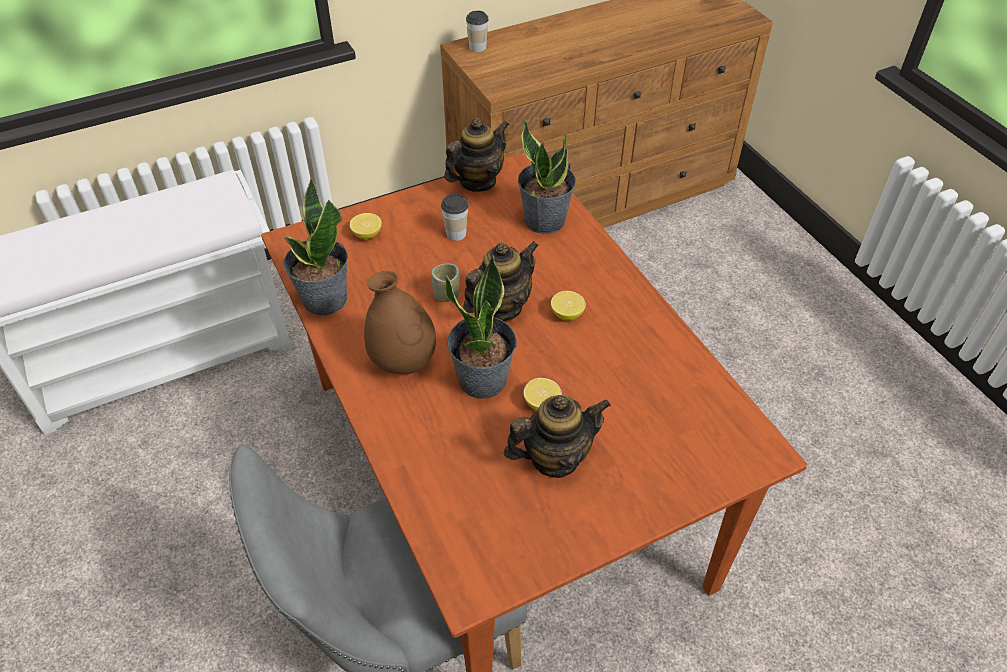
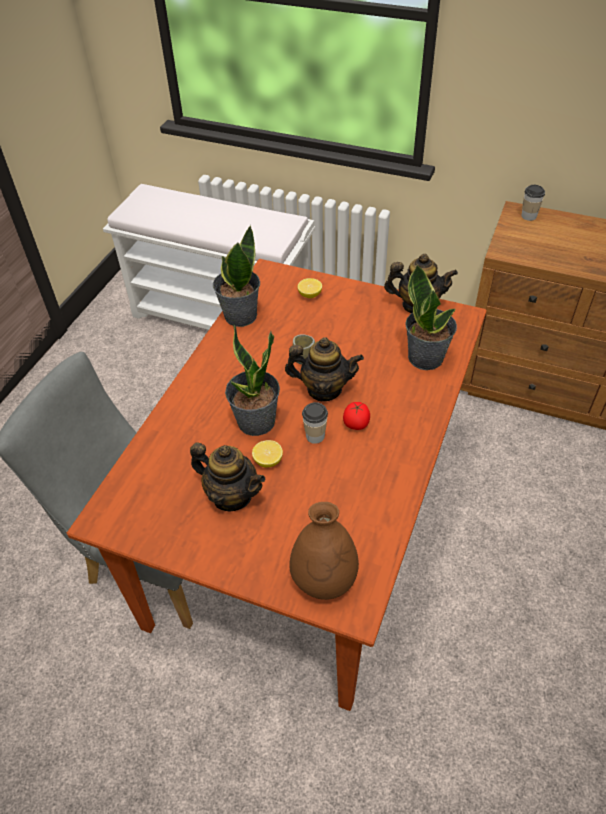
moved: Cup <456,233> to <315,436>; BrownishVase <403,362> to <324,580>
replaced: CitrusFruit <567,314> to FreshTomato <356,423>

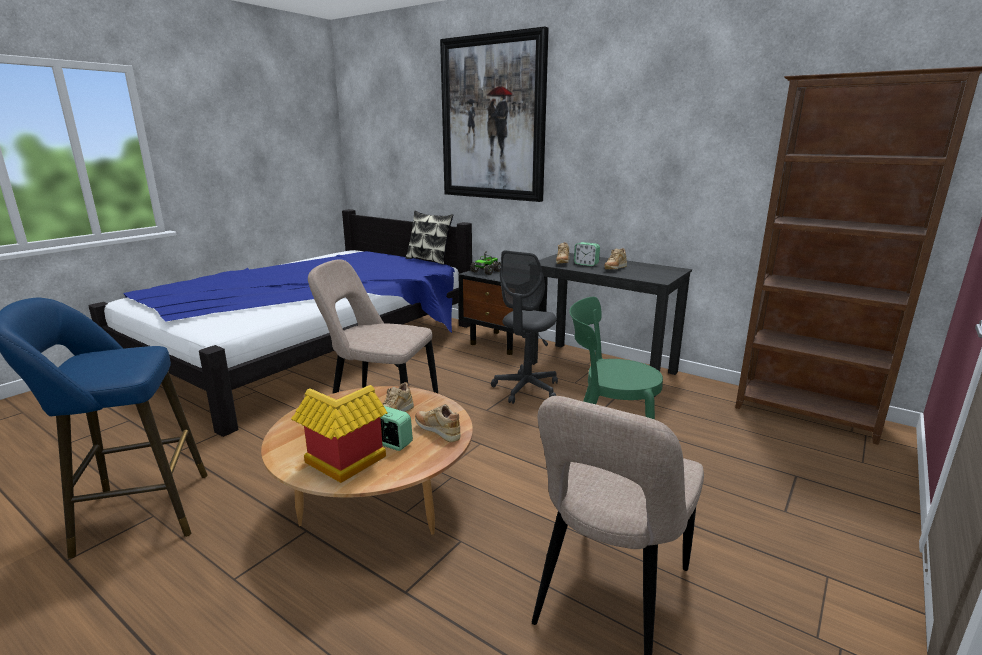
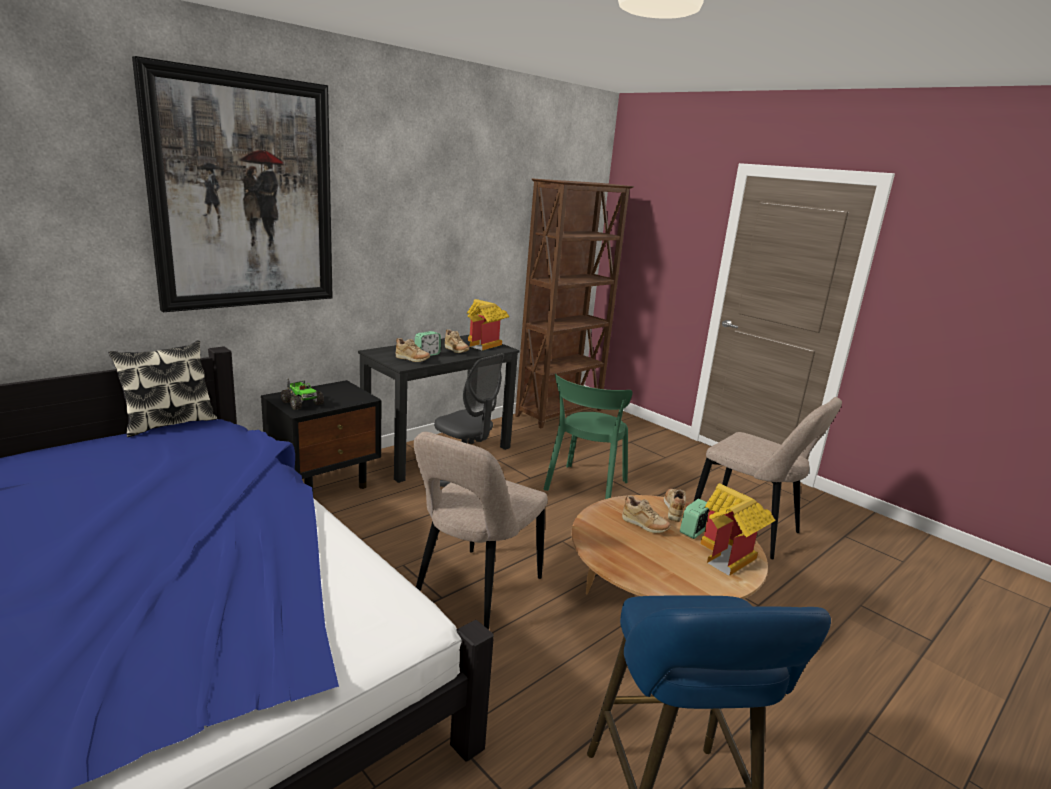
added: MiniatureHouse <485,344>
turned: SandColouredShoe <437,432> = <673,510> 135 degrees clockwise

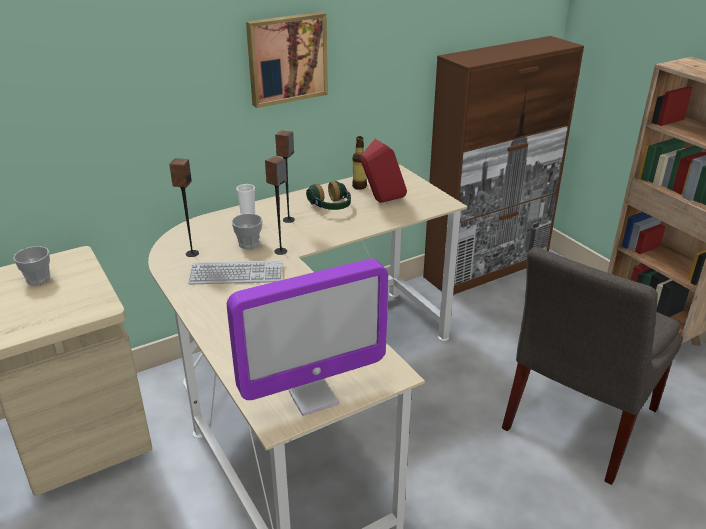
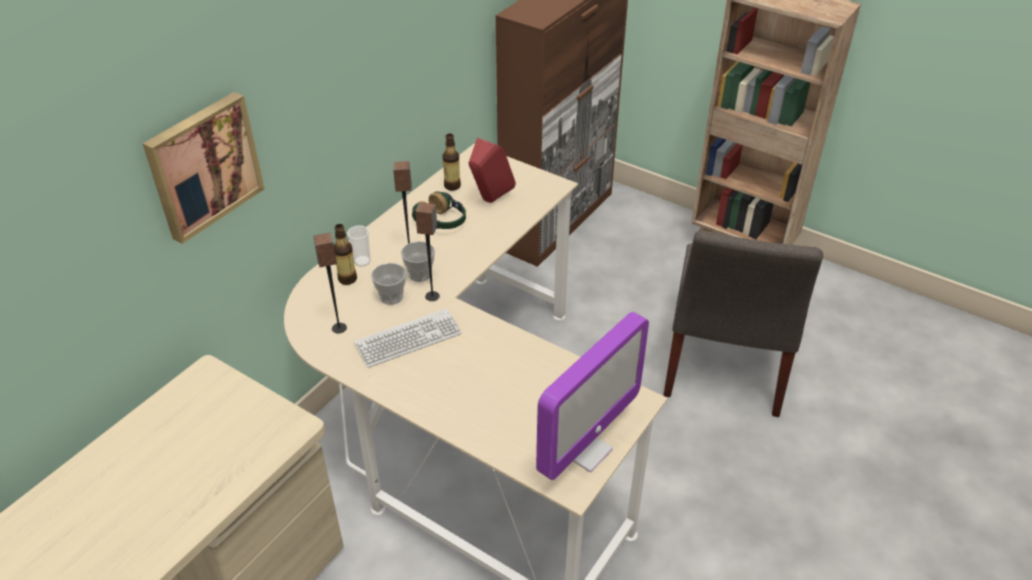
added: Bottle <347,279>
moved: Picture <286,58> to <203,165>; Cup <38,279> to <420,274>

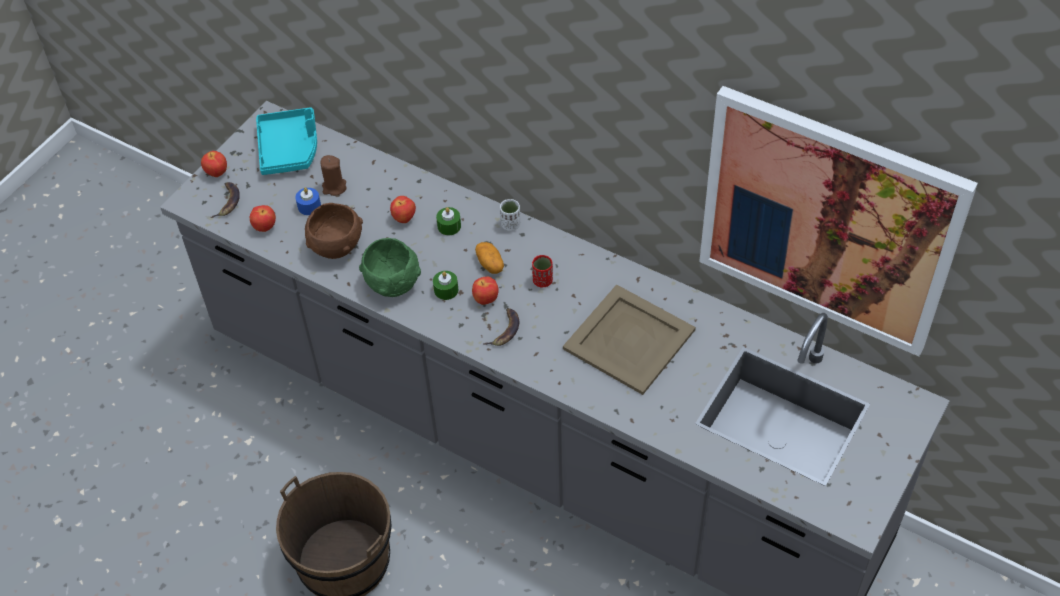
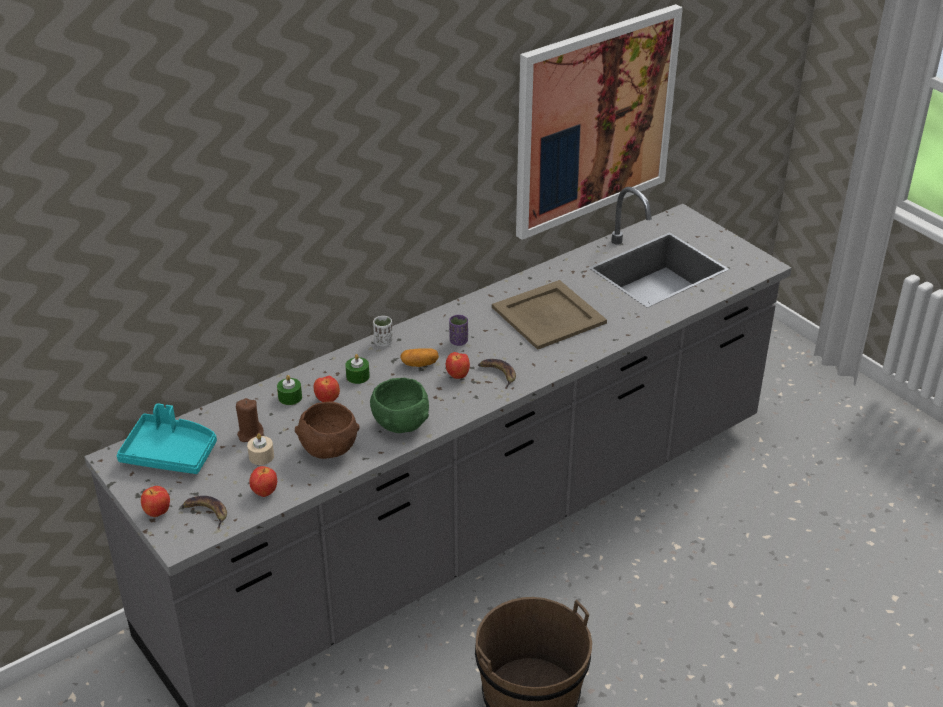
moved: GreenishWaxCandle <446,290> to <290,397>
recoloured: BlueWaxCandle <309,206> to SandColouredWaxCandle <261,456>; RedCup <542,281> to PurpleCup <458,341>

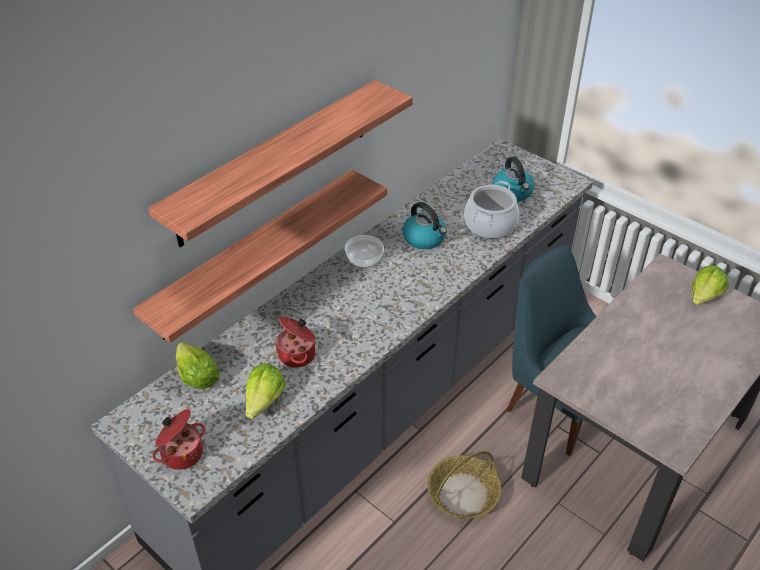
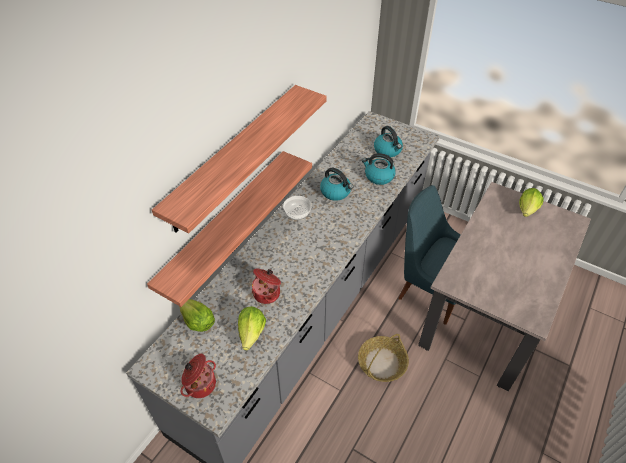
replaced: CookingPot <490,225> to TeaKettle <378,176>

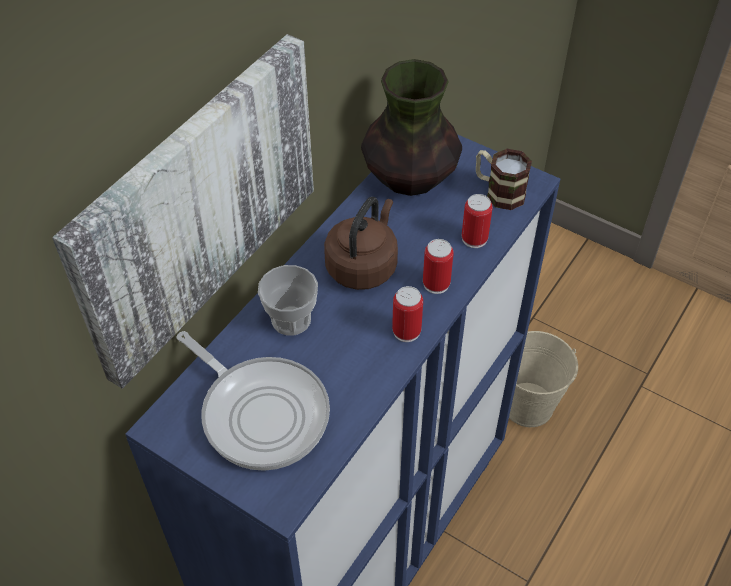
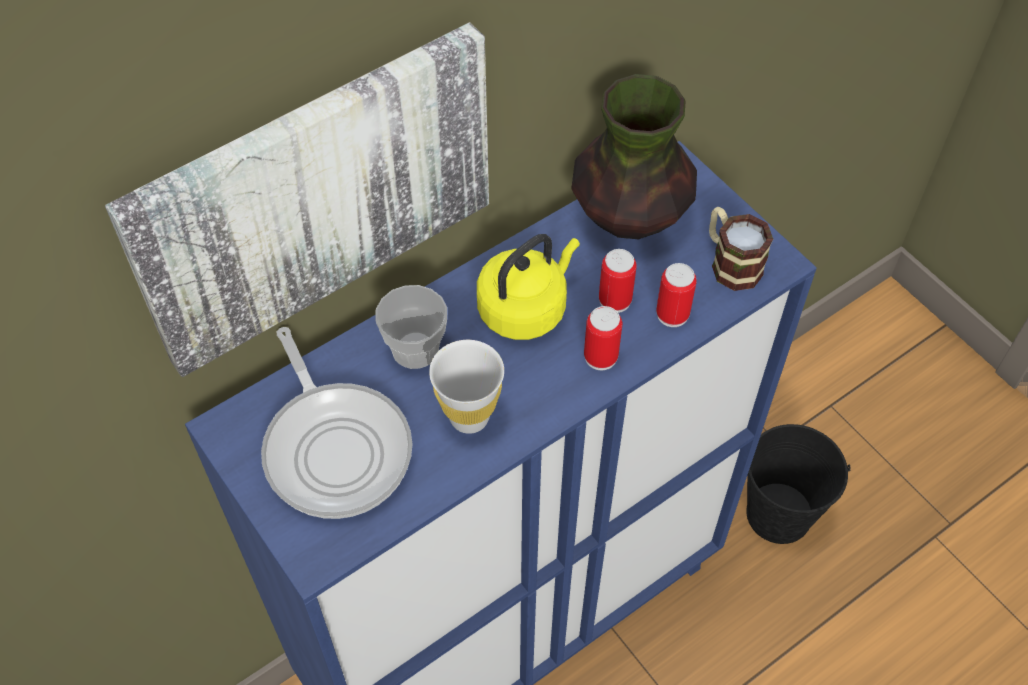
added: WhiteColouredCup <469,417>
moved: Can <406,331> to <615,300>
recoloured: BrownishTeaKettle <363,265> to YellowColouredTeaKettle <525,308>; SandColouredWaterBucket <527,405> to BlackColouredWaterBucket <778,513>

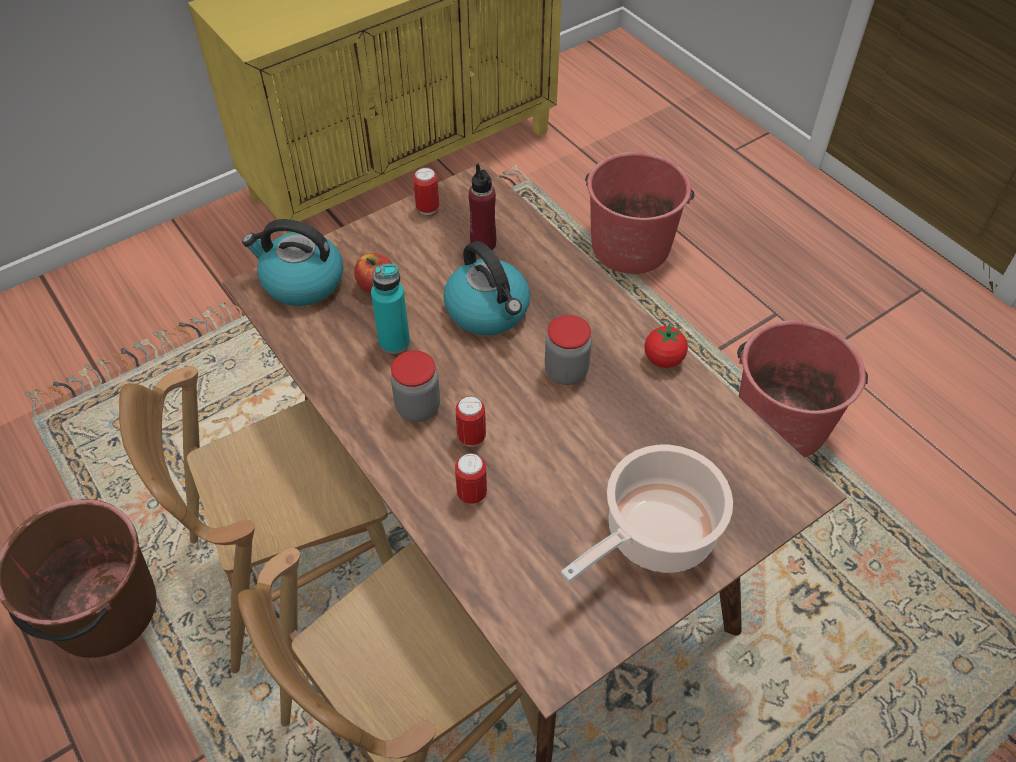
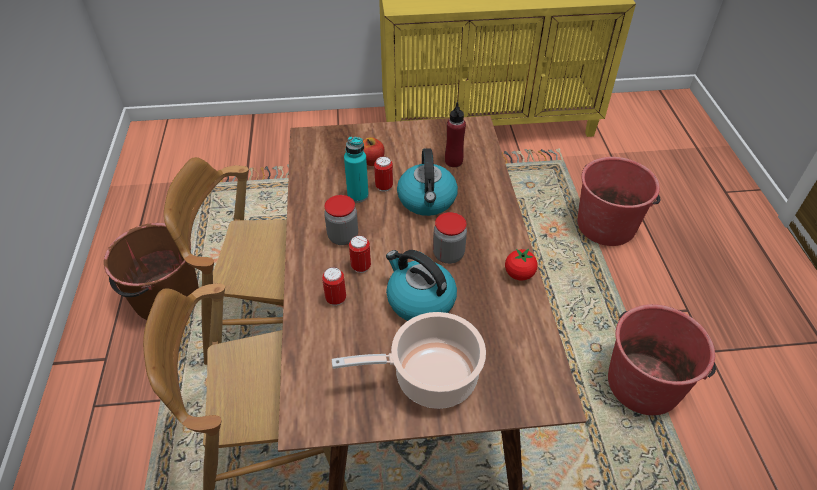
moved: Can <427,208> to <384,187>; TeaKettle <301,282> to <419,300>

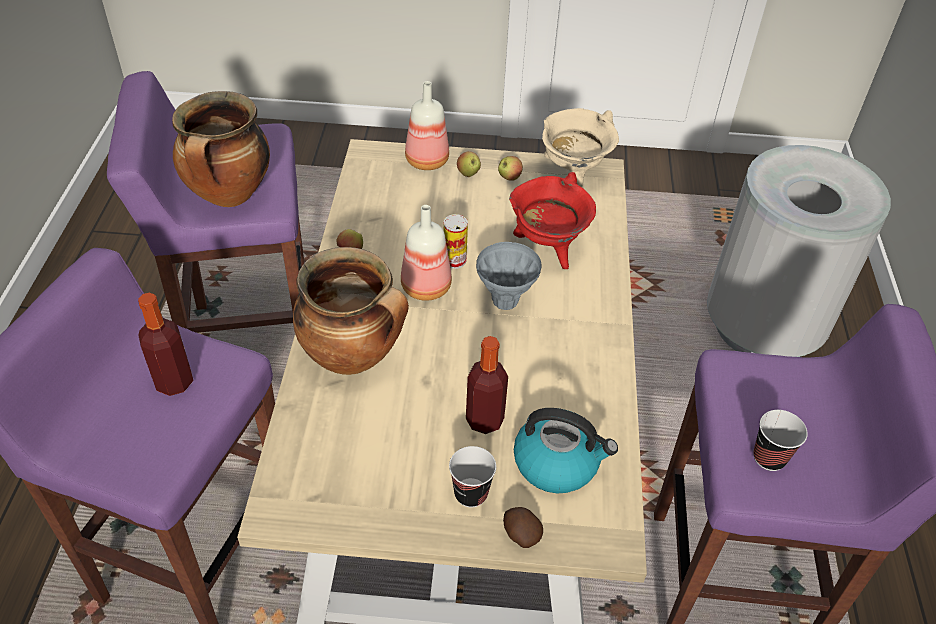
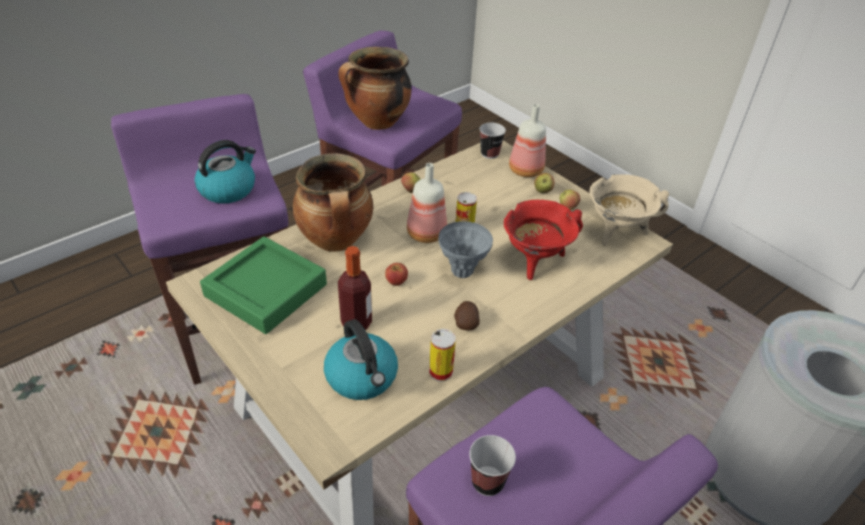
added: GreenishCarryingTray <266,290>; Apple <396,282>; Can <440,372>
moved: Cup <471,494> to <489,154>; Spud <520,534> to <466,323>
replaced: Bottle <174,382> to TeaKettle <228,189>

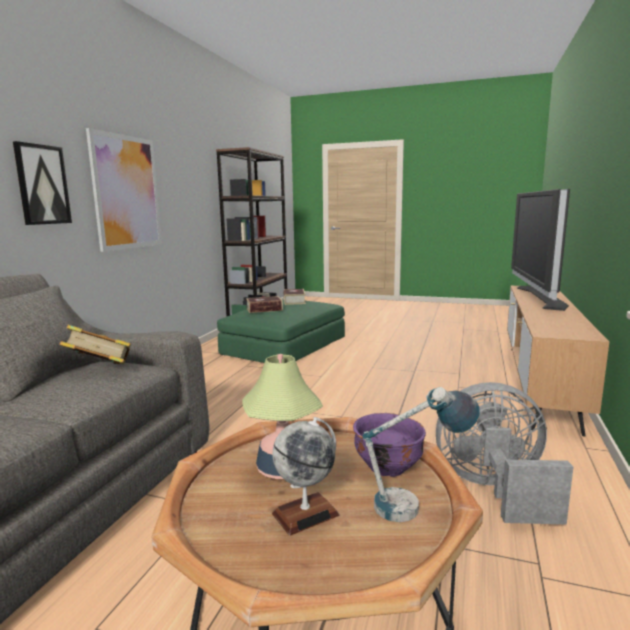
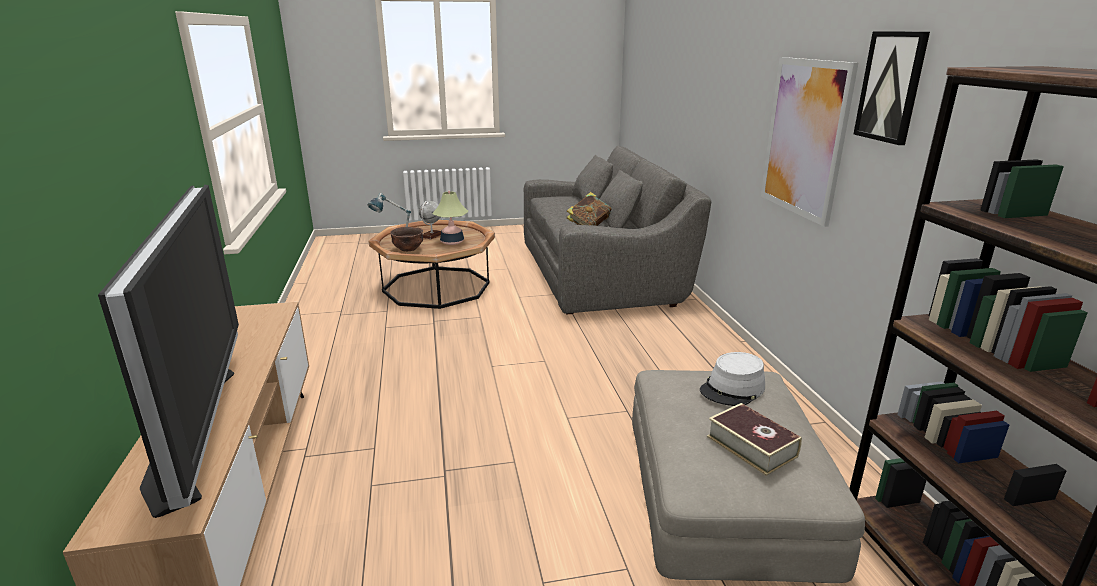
removed: GrayFan <494,490>
moved: Picture <42,185> to <891,87>
replaced: Volume <264,309> to GrayHat <732,389>
recoloured: GreenishPouffe <284,345> to SandColouredPouffe <725,488>; PurpleBowl <387,467> to BrownishBowl <408,249>

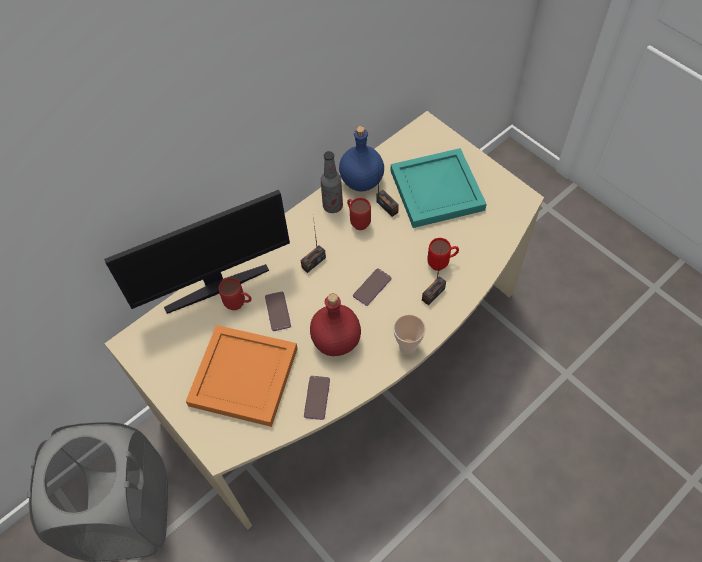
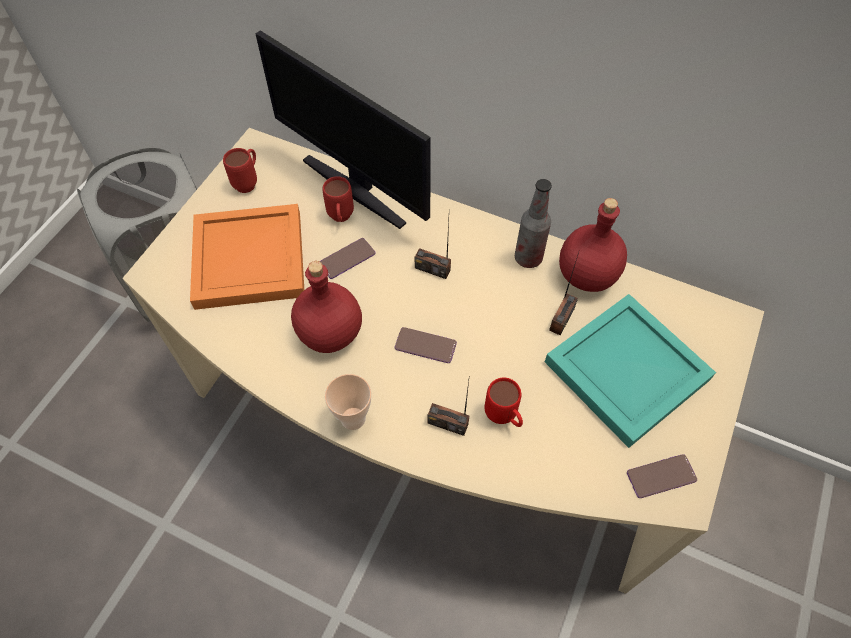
moved: RedTeaMug <357,221> to <249,182>; Handset <317,397> to <661,476>
recoloured: BlueBottle <361,181> to RedBottle <585,275>

